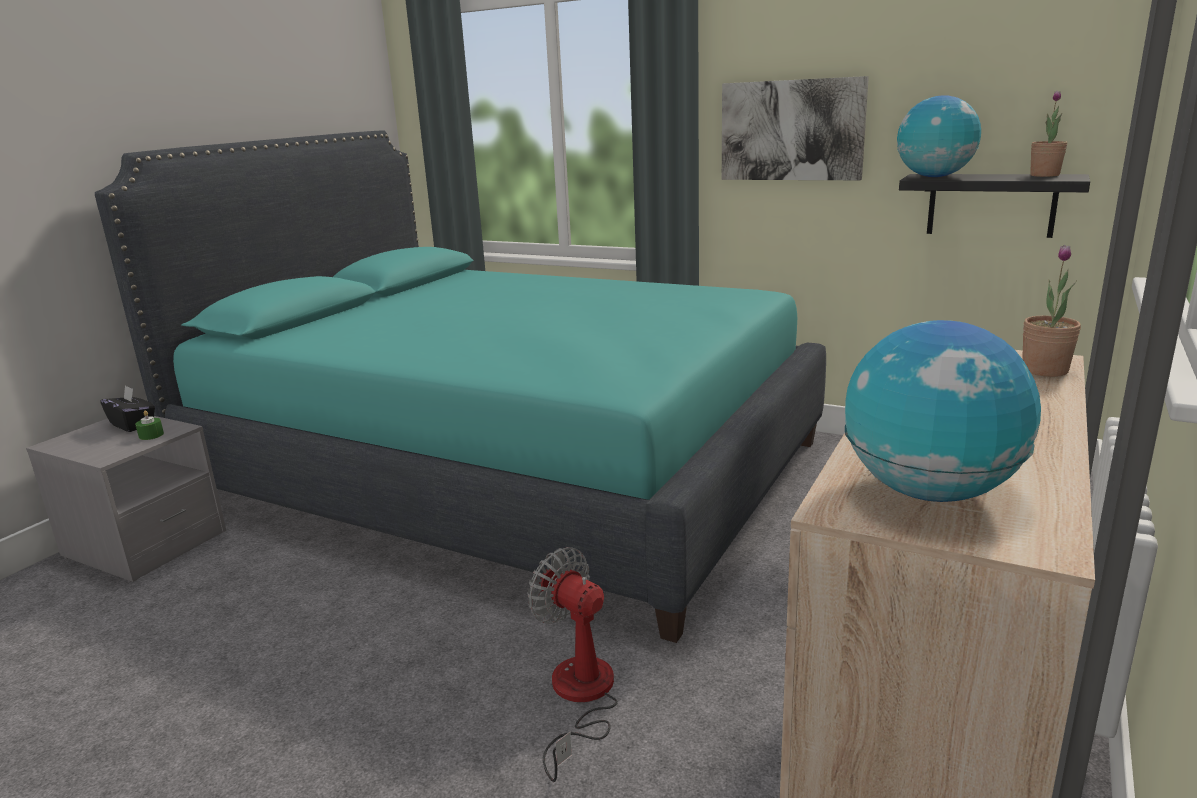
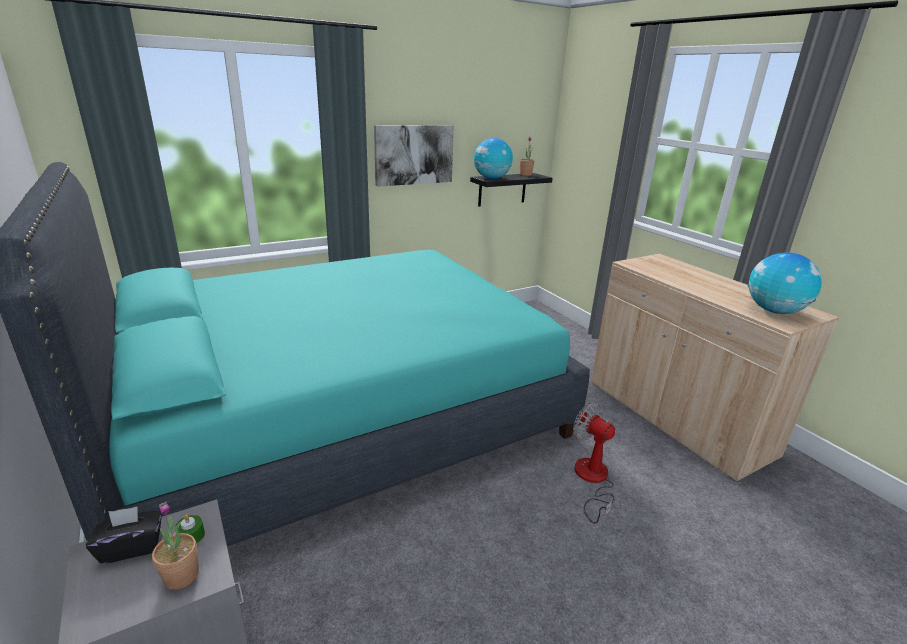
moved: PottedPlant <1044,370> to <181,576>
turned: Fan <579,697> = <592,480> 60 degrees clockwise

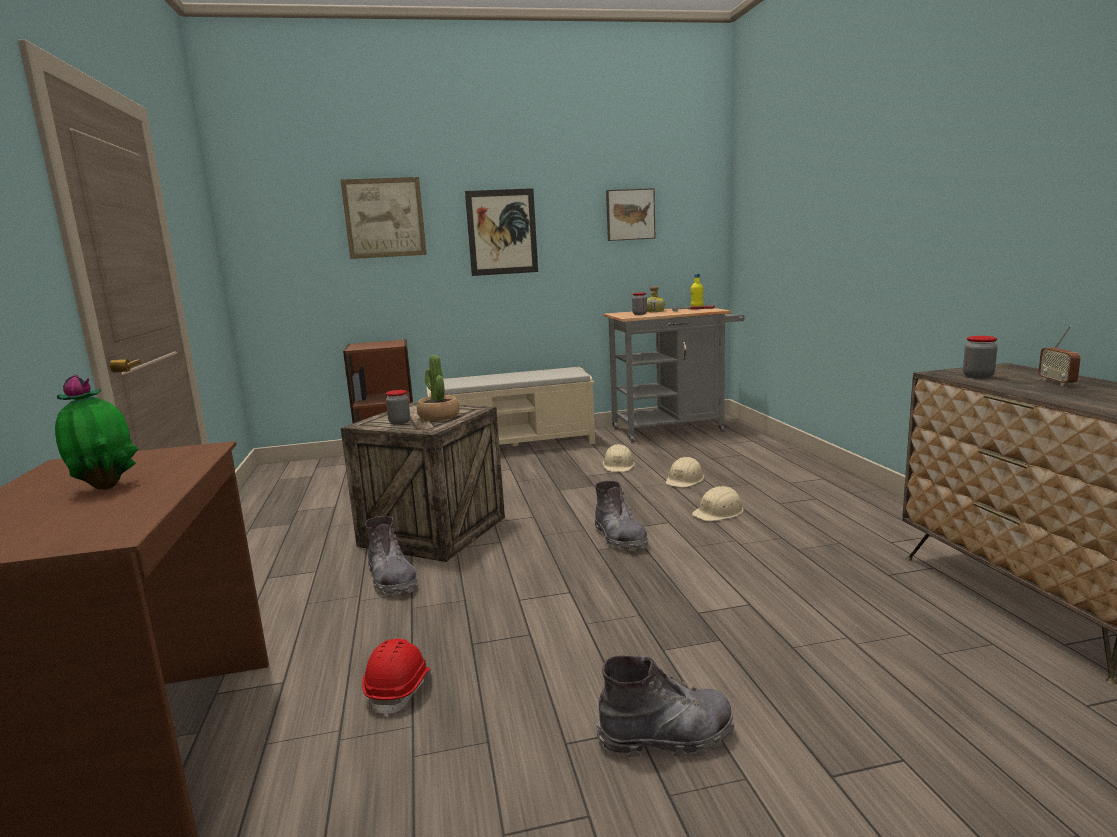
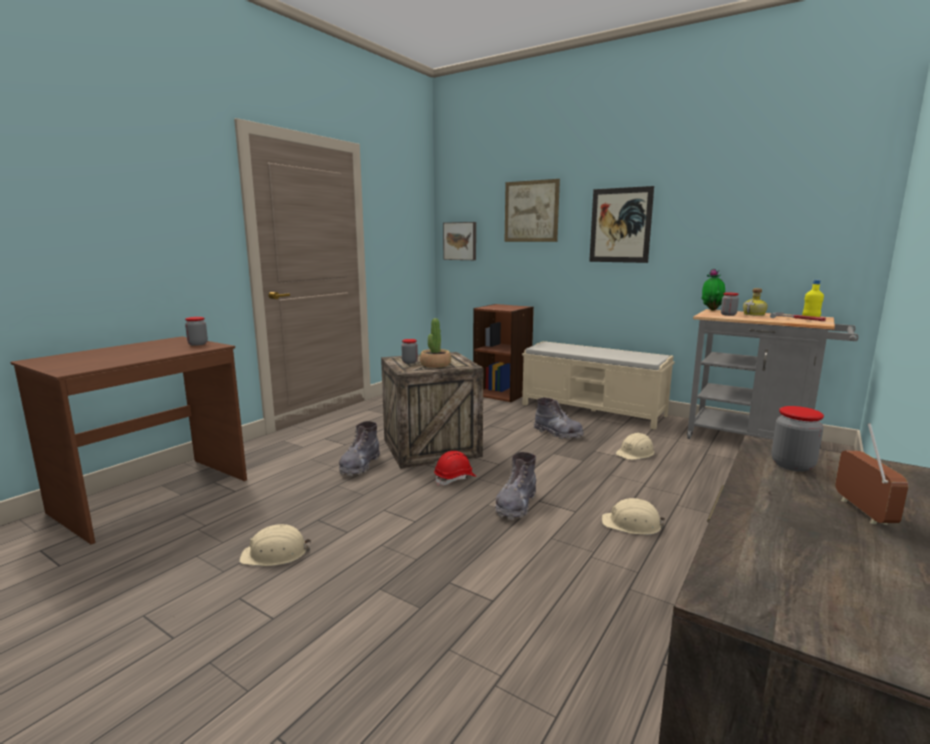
added: StorageJar <198,344>
moved: Picture <630,214> to <460,241>; PottedPlant <106,487> to <711,310>; SandColouredHardHat <685,480> to <275,554>; RedHardHat <399,689> to <455,479>; GrayBoot <667,737> to <558,433>
turned: RadioSet <1057,382> = <862,512> 135 degrees clockwise

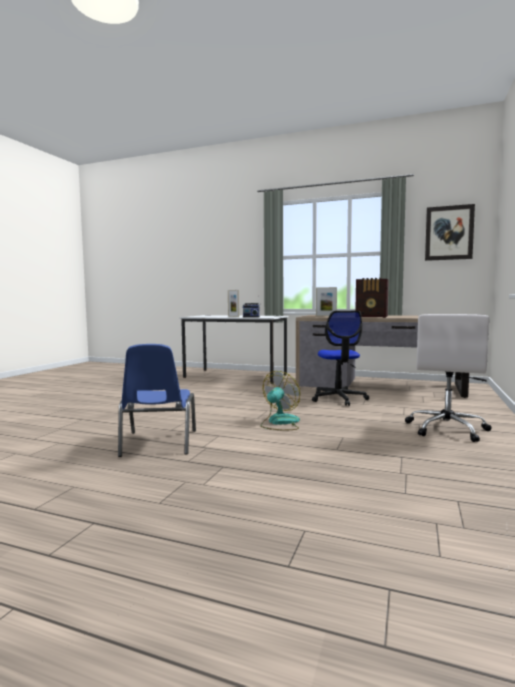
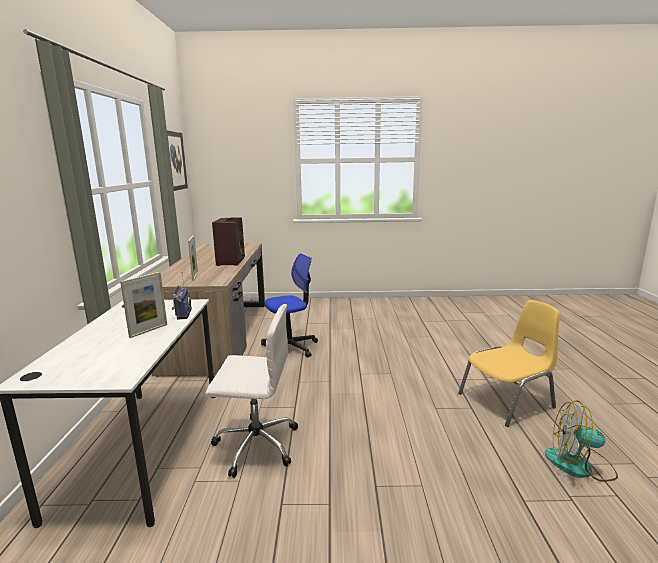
moved: WhiteColouredOfficeChair <447,429> to <255,444>; Fan <279,423> to <579,465>
recoloured: BluePlainChair <158,443> to YellowColouredPlainChair <507,401>

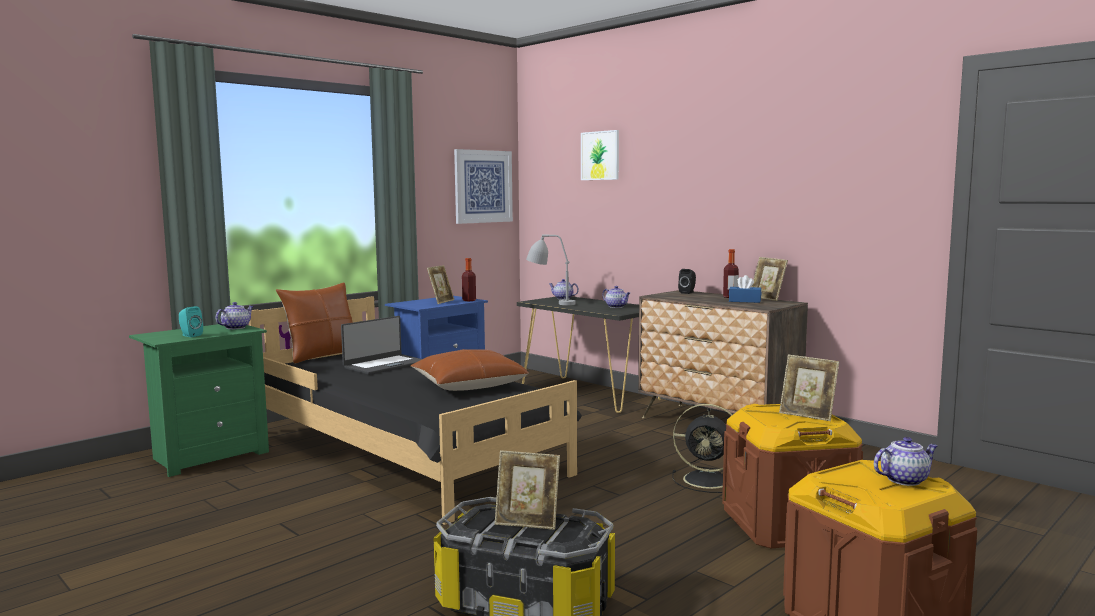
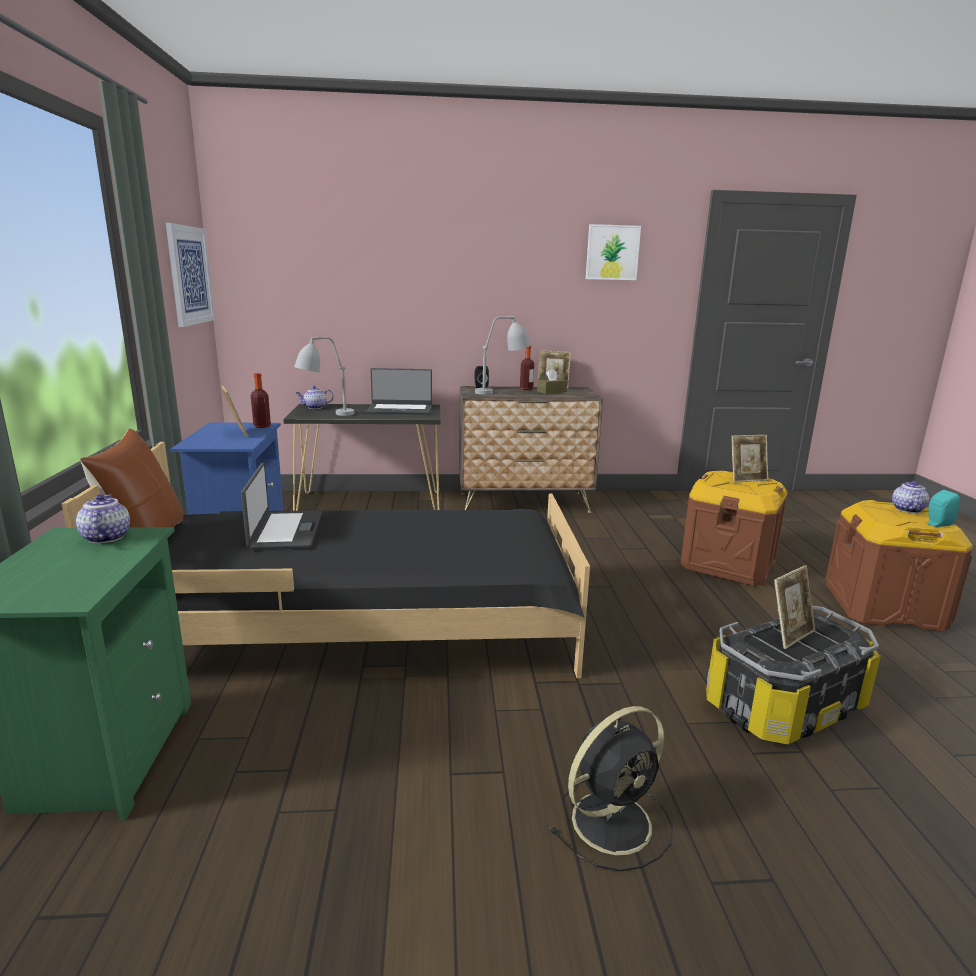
removed: BrownishCushion <468,385>
added: GrayTabletopLamp <503,392>
moved: Picture <600,155> to <612,252>; TurquoiseAudioSpeaker <190,335> to <937,524>; BlackColouredFan <709,480> to <614,820>
replaced: PotForTea <616,307> to Laptop <400,410>
recoloured: BlueBoxOfTissues <744,301> to BrownishBoxOfTissues <551,391>

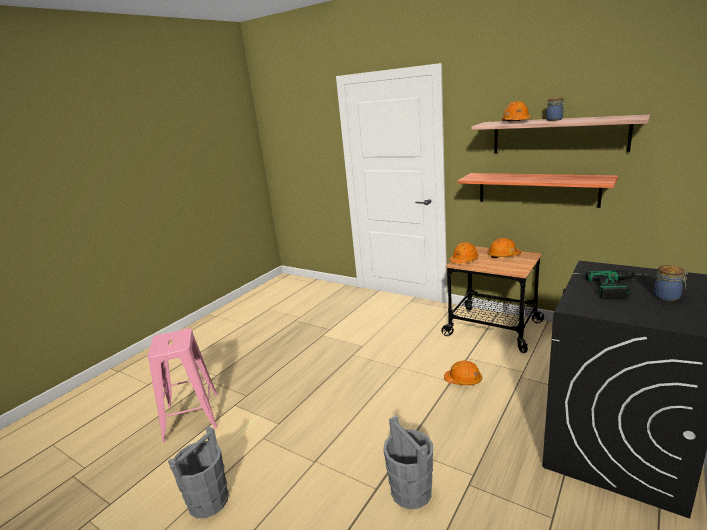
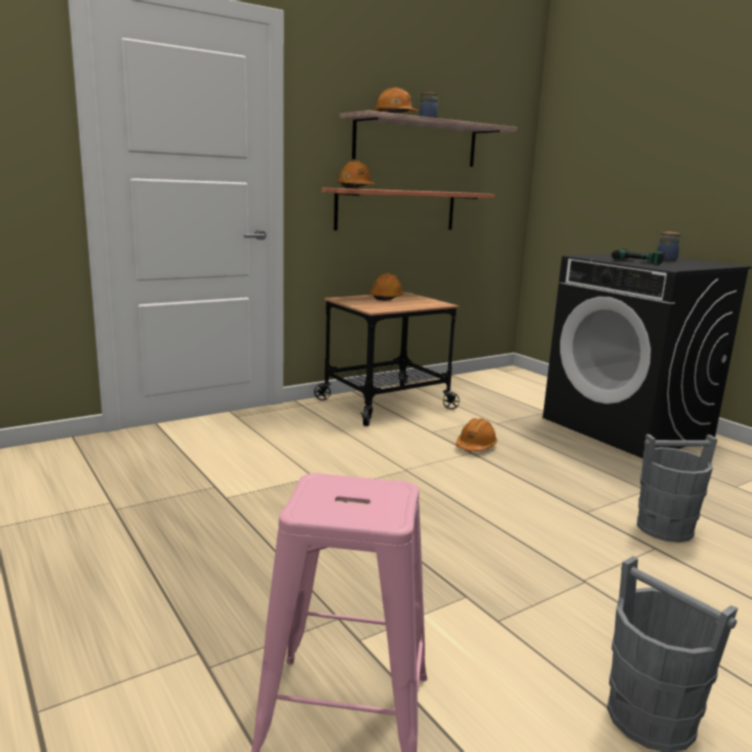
moved: OrangeHardHat <464,260> to <355,188>

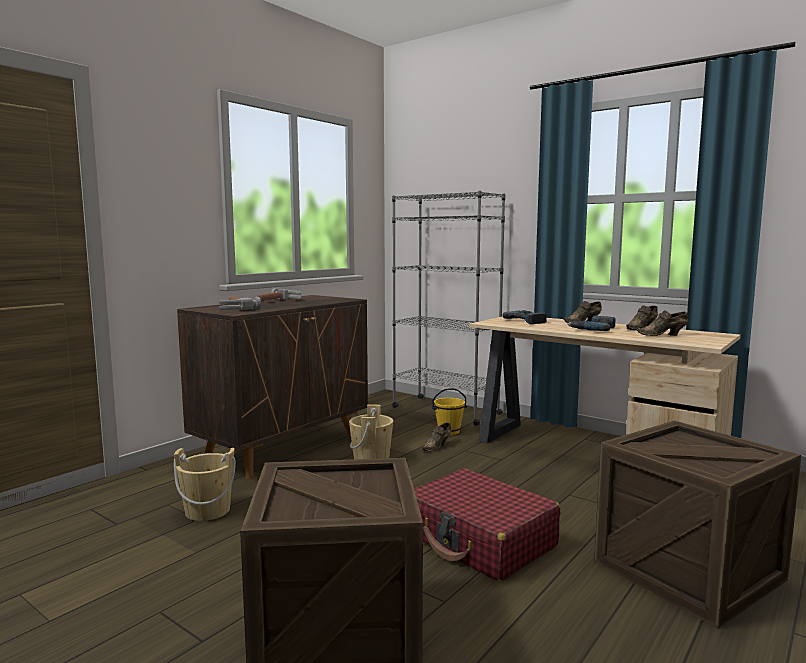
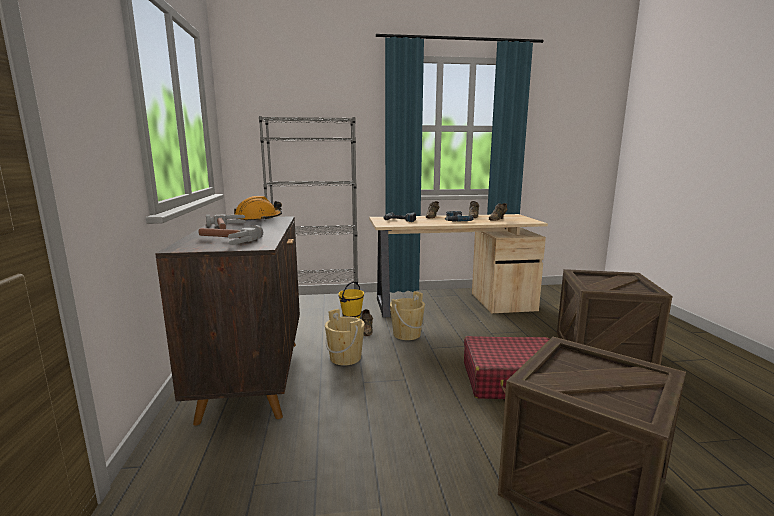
added: OrangeHardHat <258,219>
moved: SandColouredWaterBucket <207,511> to <407,334>

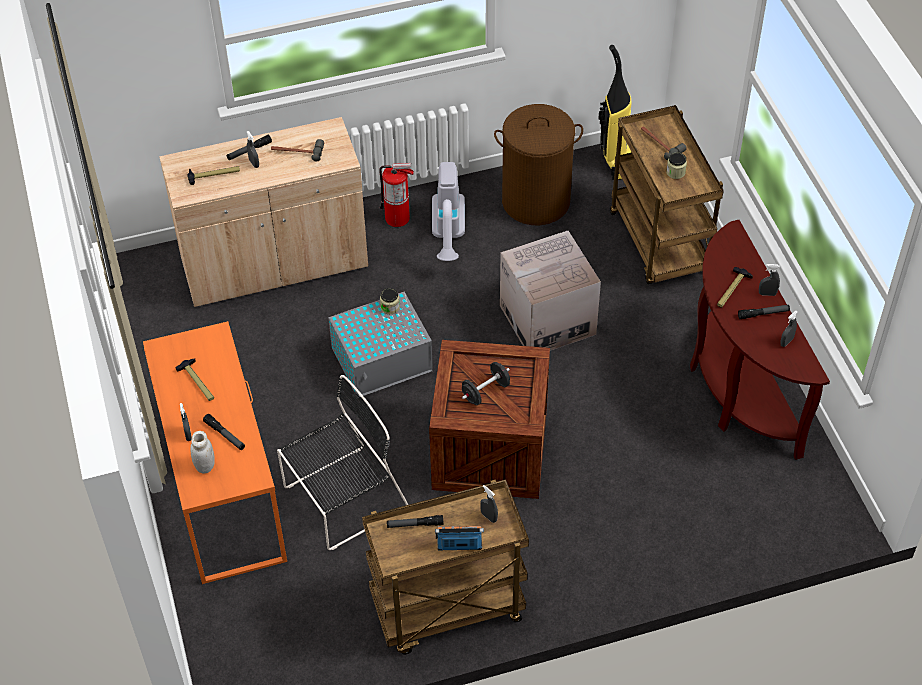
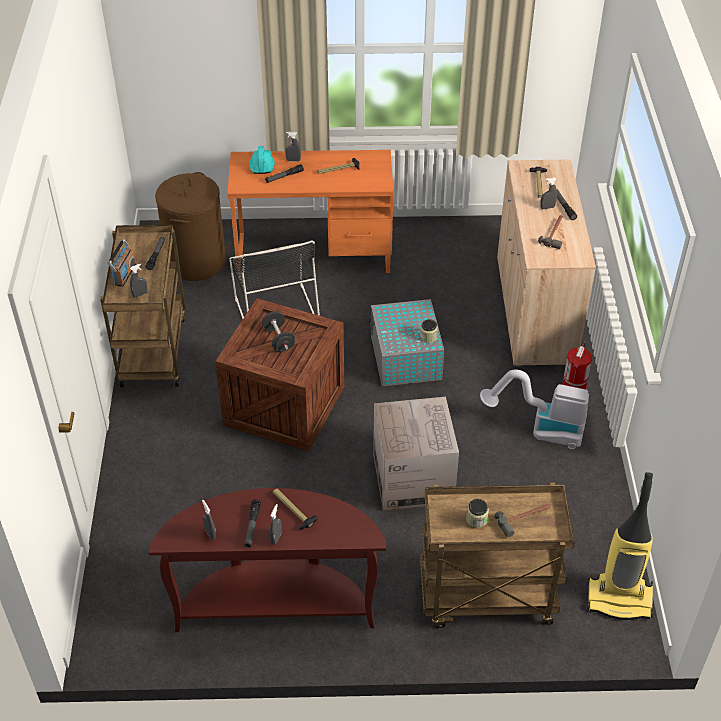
moved: BrownishLaundryBasket <536,201> to <196,262>
replaced: WhiteColouredStorageJar <205,466> to TurquoiseHardHat <262,165>

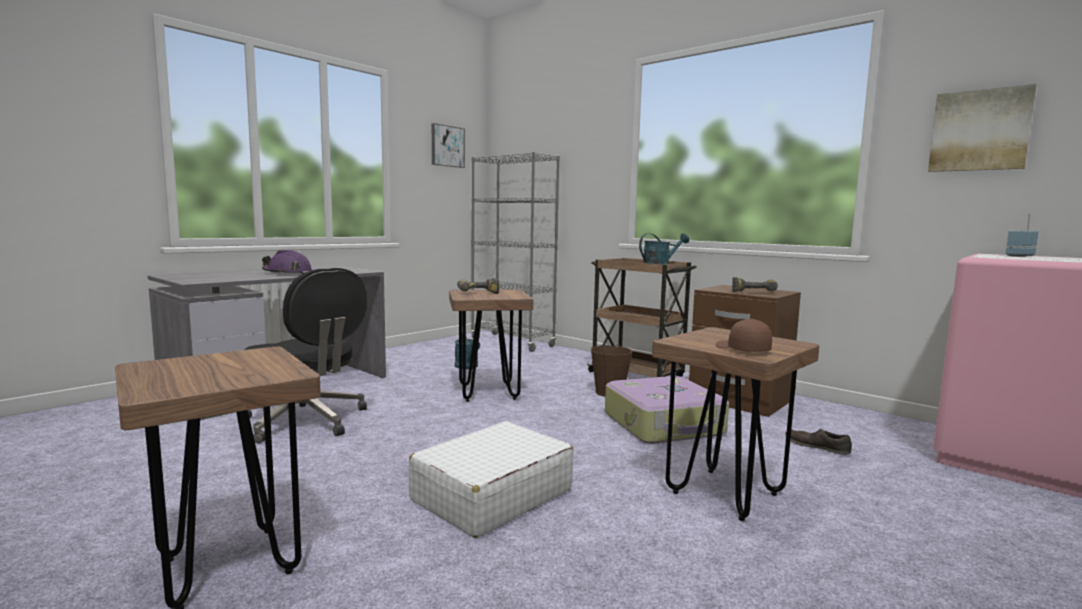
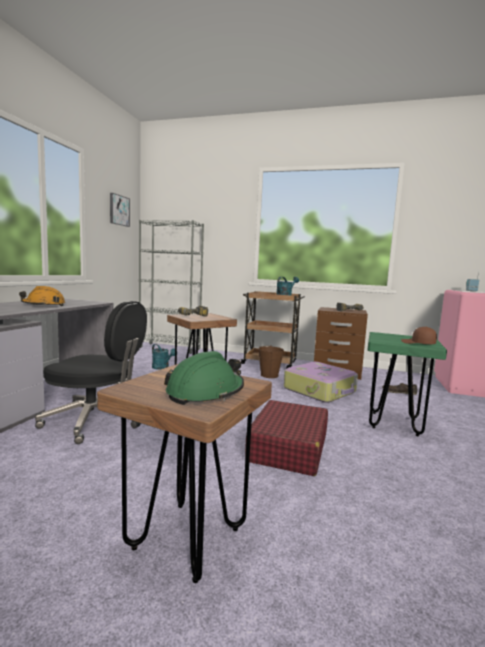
removed: Picture <979,130>
added: GreenishHardHat <205,393>
recoloured: PurpleHardHat <287,273> to OrangeHardHat <43,305>; BrownishStoolSeat <724,494> to GreenishStoolSeat <394,424>; WhiteColouredPieceOfLuggage <491,495> to RedPieceOfLuggage <288,448>

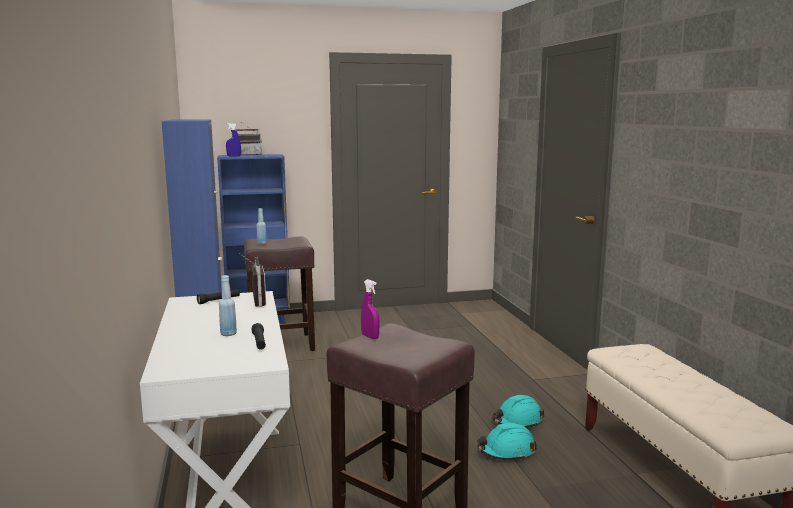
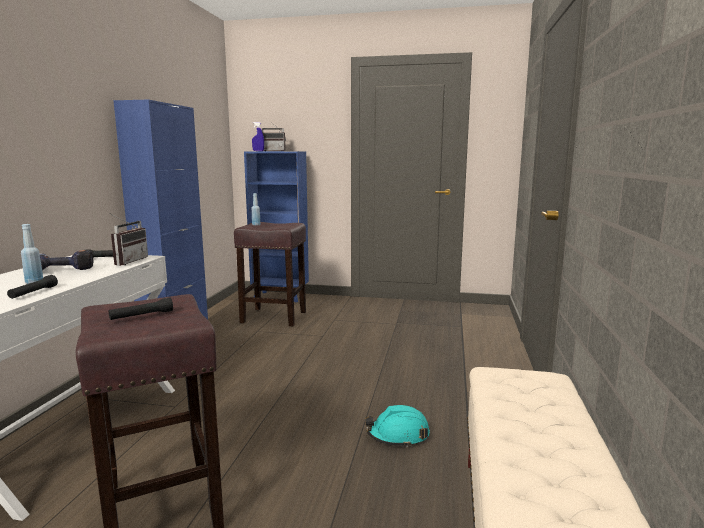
removed: PurpleSprayer <370,337>; TurquoiseHardHat <506,451>
added: PowerDrill <64,268>; BlackColouredHandTorch <142,316>

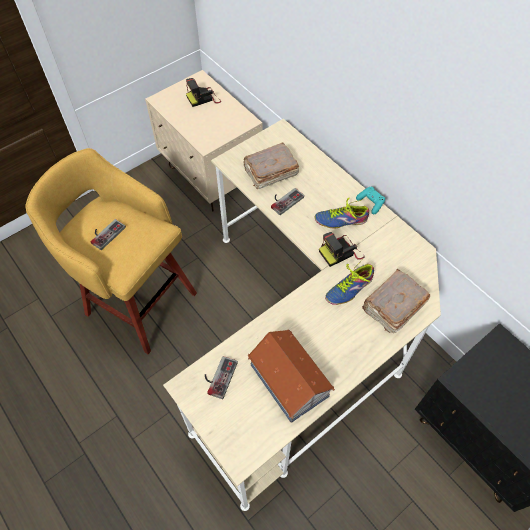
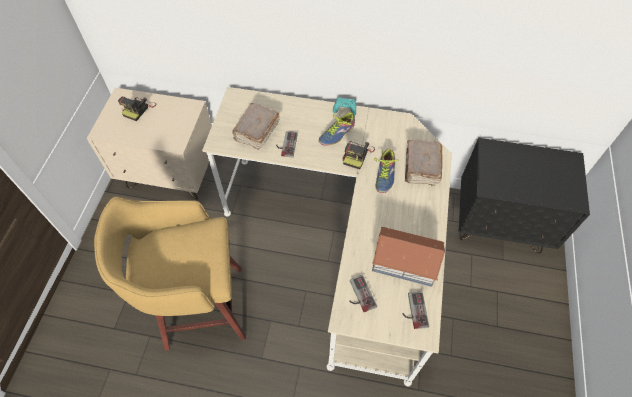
moved: Gamepad <105,233> to <413,310>

